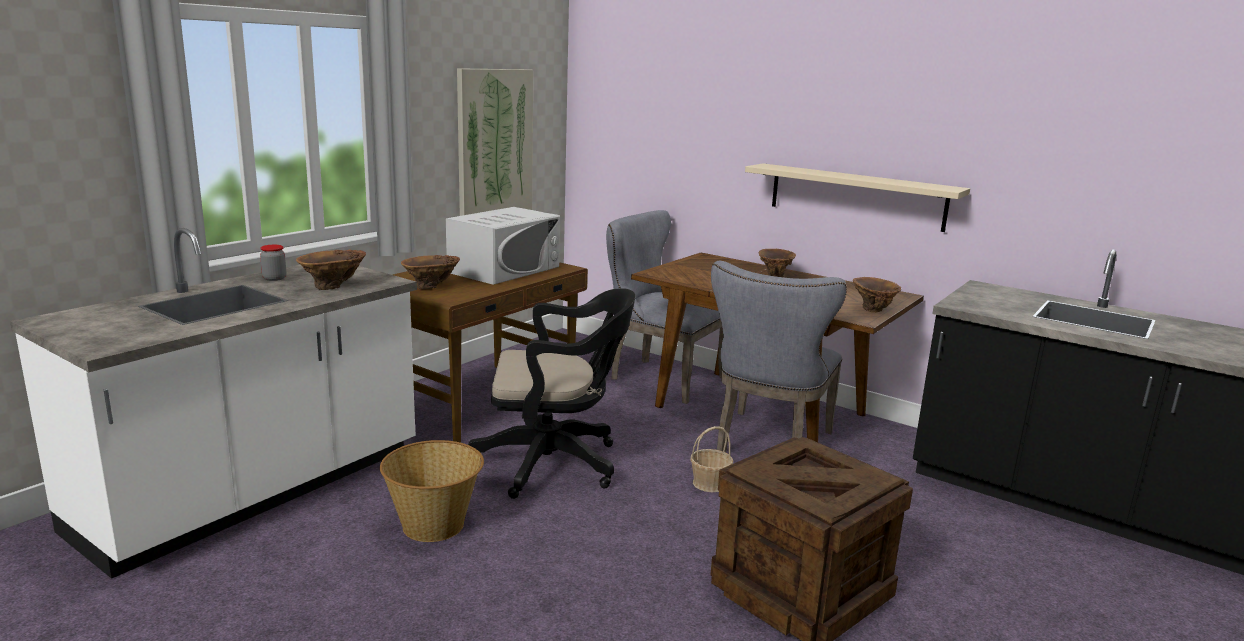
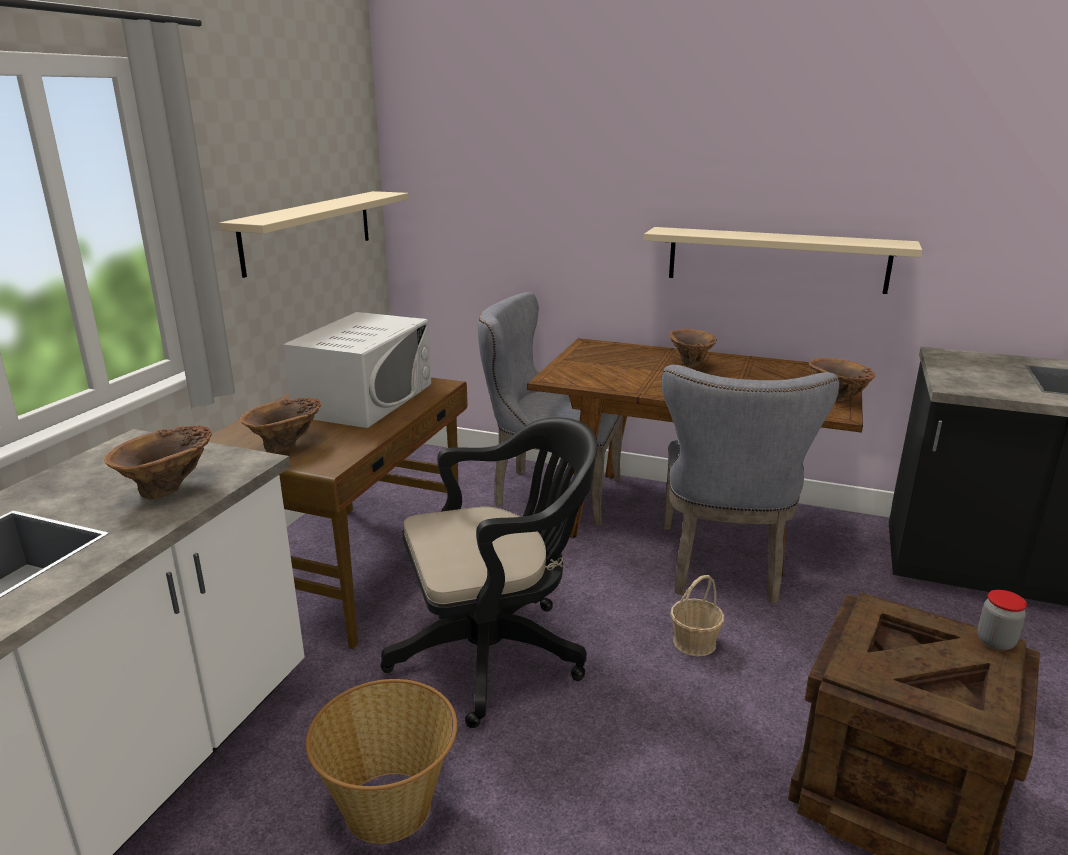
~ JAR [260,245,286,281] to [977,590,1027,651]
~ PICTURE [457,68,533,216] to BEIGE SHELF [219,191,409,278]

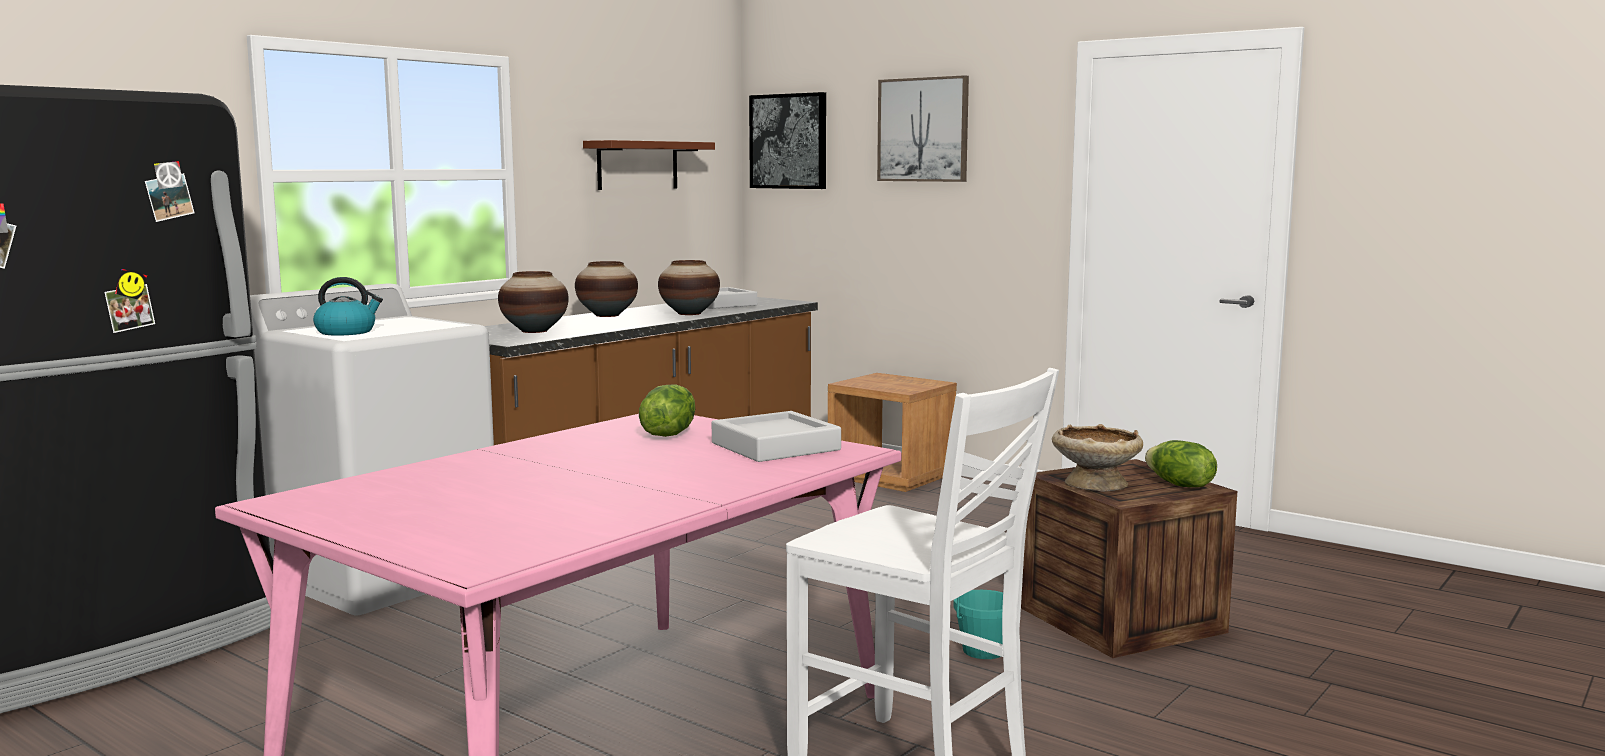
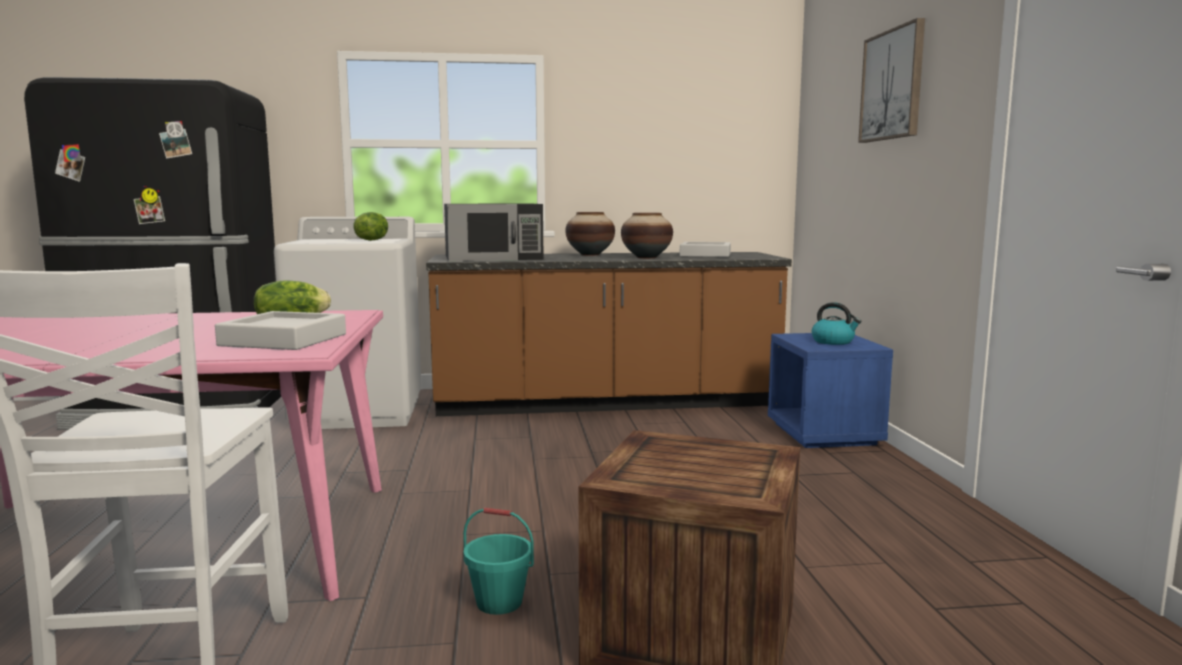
- BROWN SHELF [583,140,715,190]
- PICTURE [749,92,826,189]
- BEIGE BOWL [1052,424,1143,492]
~ KETTLE [313,277,383,336] to [812,302,861,345]
~ LETTUCE [1145,440,1217,487] to [354,212,388,241]
~ VASE [498,271,569,333] to BLACK MICROWAVE [444,204,544,262]
~ BROWN NIGHTSTAND [828,373,957,492] to BLUE NIGHTSTAND [768,333,893,448]

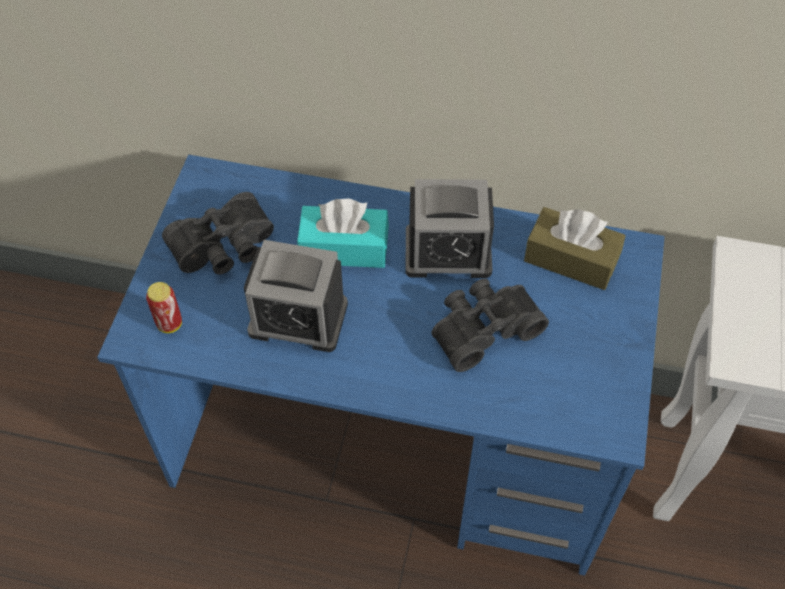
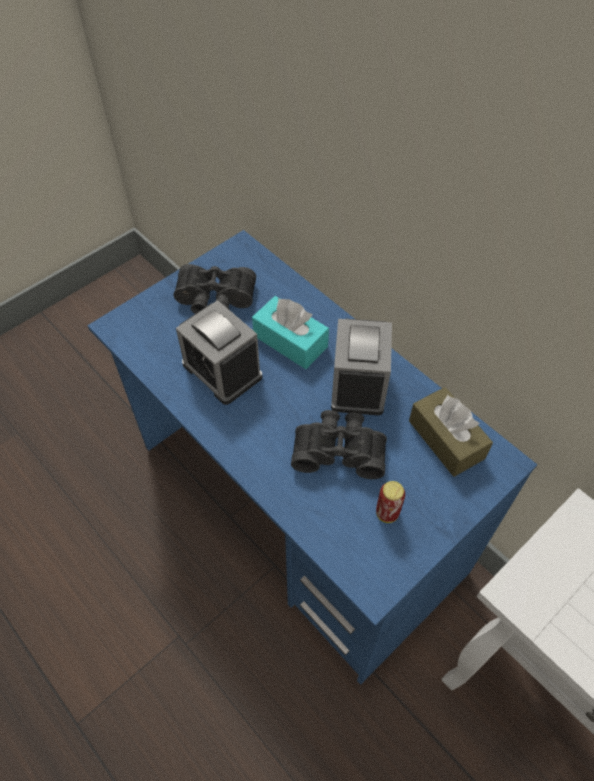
~ CAN [146,282,182,333] to [376,481,405,523]
~ ALARM CLOCK [406,179,494,278] = [331,319,392,416] 60 degrees clockwise

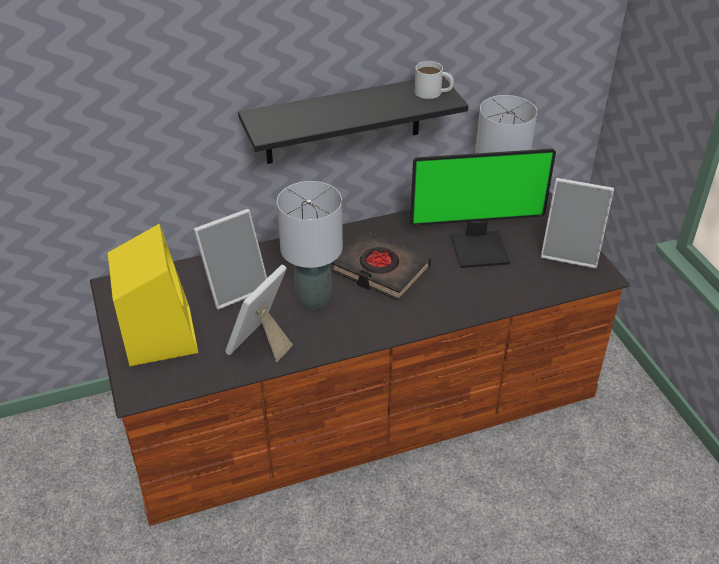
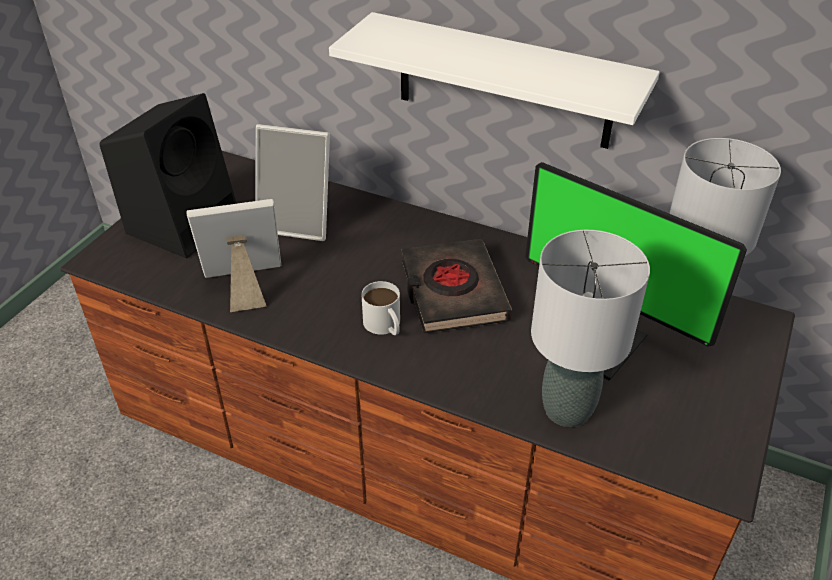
- PICTURE FRAME [541,178,614,269]
~ GREY TABLE LAMP [277,181,343,309] to [531,230,650,427]
~ WHITE MUG [414,61,454,99] to [361,281,400,335]
~ YELLOW SPEAKER [108,224,198,366] to BLACK SPEAKER [99,93,237,258]
~ BLACK SHELF [238,76,468,164] to WHITE SHELF [329,12,660,149]

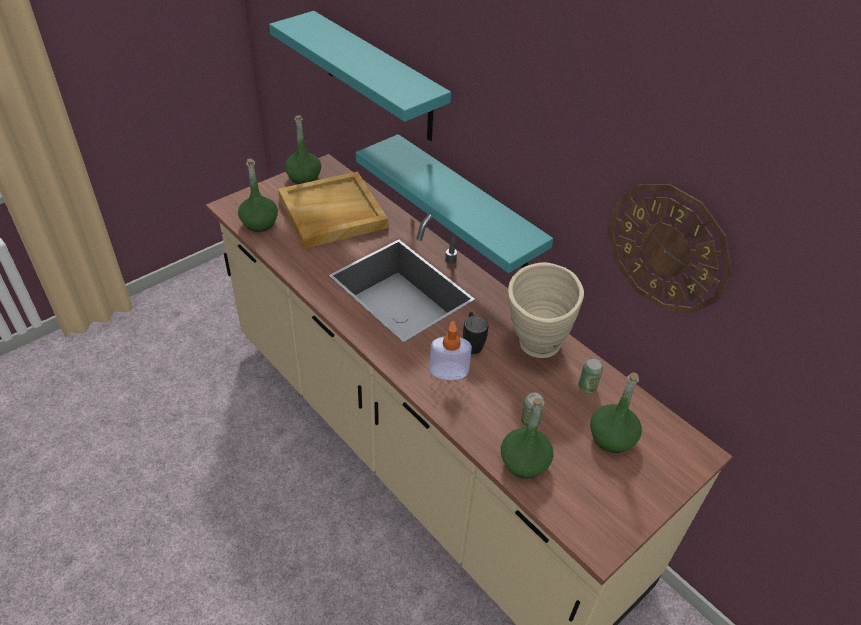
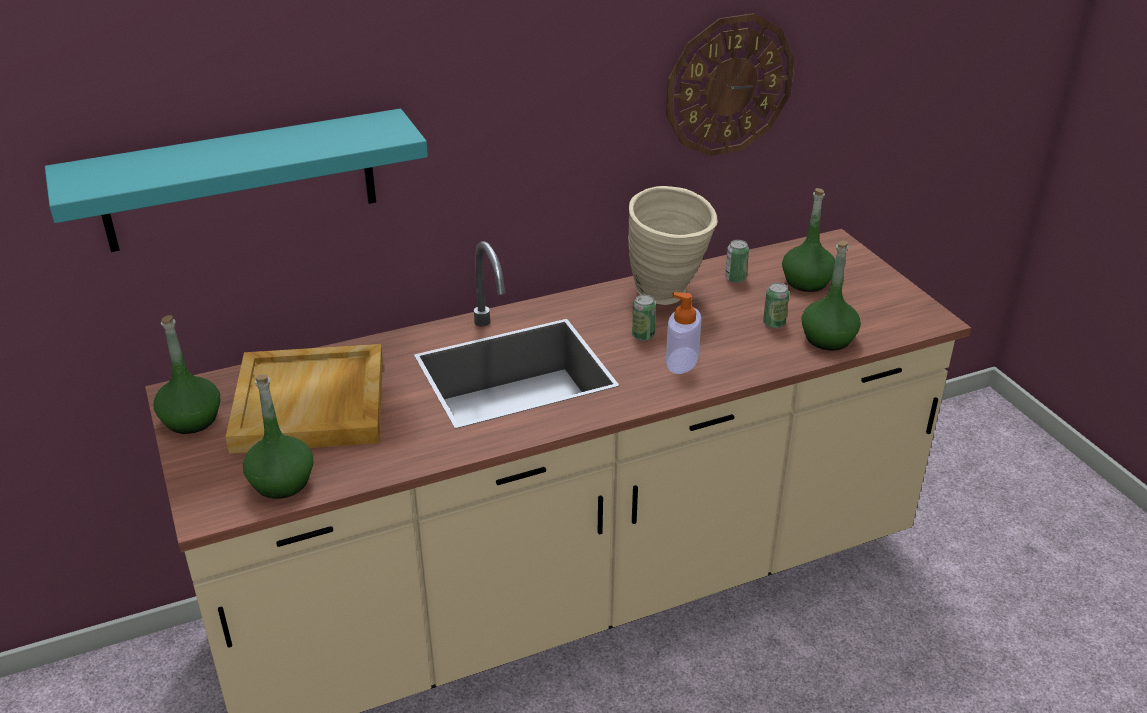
- TURQUOISE SHELF [356,134,554,273]
~ BLACK MUG [463,312,488,354] to CAN [632,295,656,341]

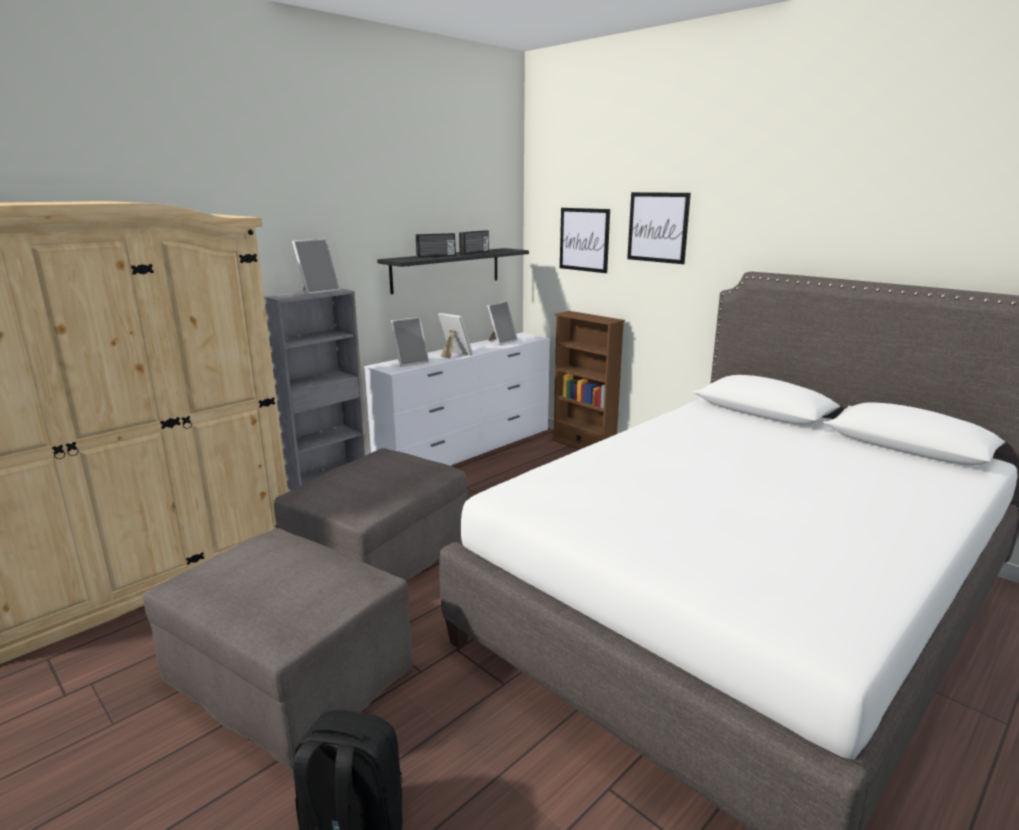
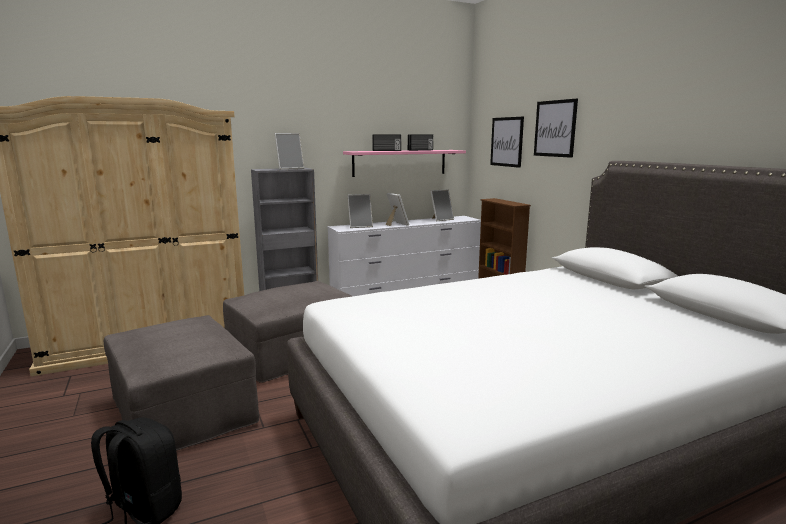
~ BLACK SHELF [377,248,529,294] to PINK SHELF [343,150,466,177]

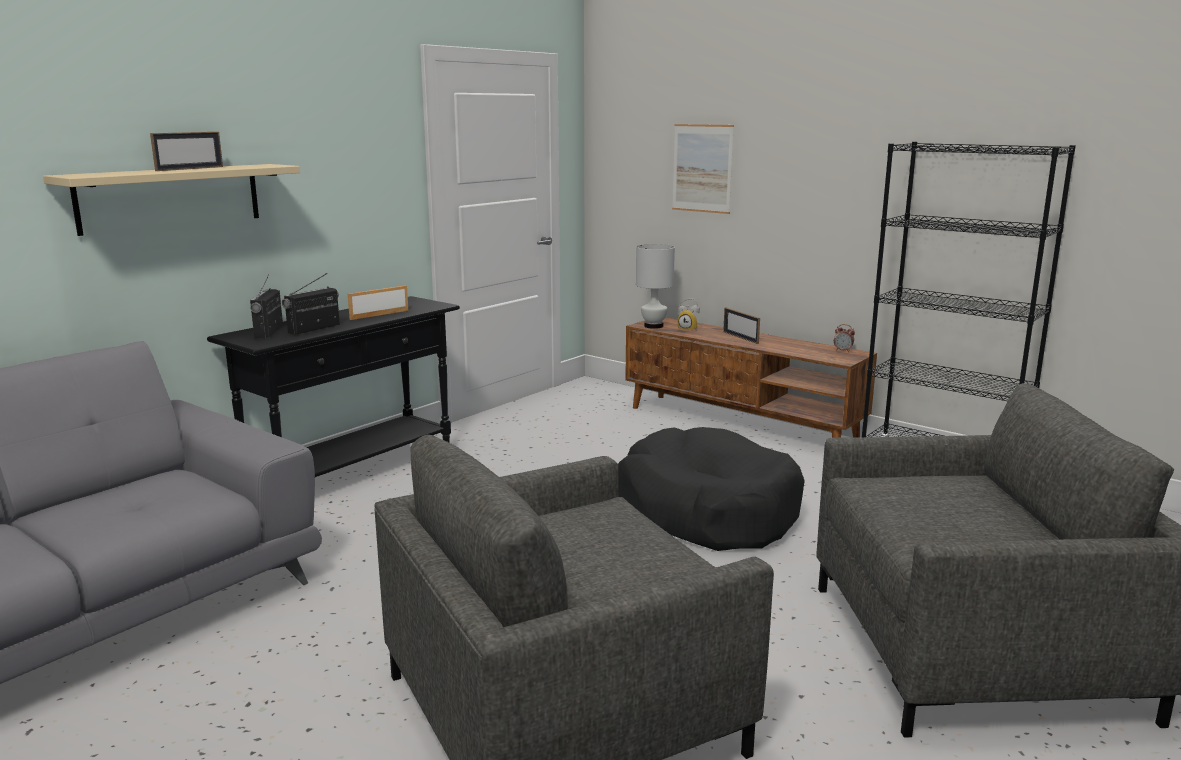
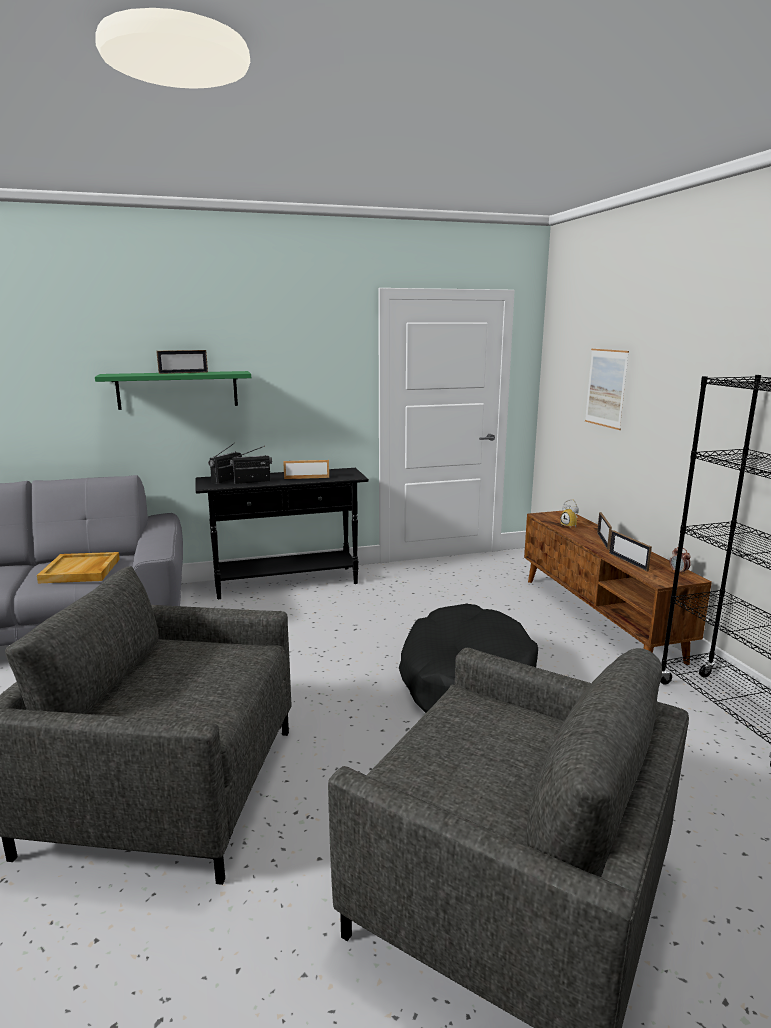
- WHITE TABLE LAMP [636,244,675,329]
+ BEIGE TRAY [37,552,120,583]
+ PICTURE FRAME [609,530,652,572]
~ BEIGE SHELF [43,164,300,236] to GREEN SHELF [95,371,251,410]

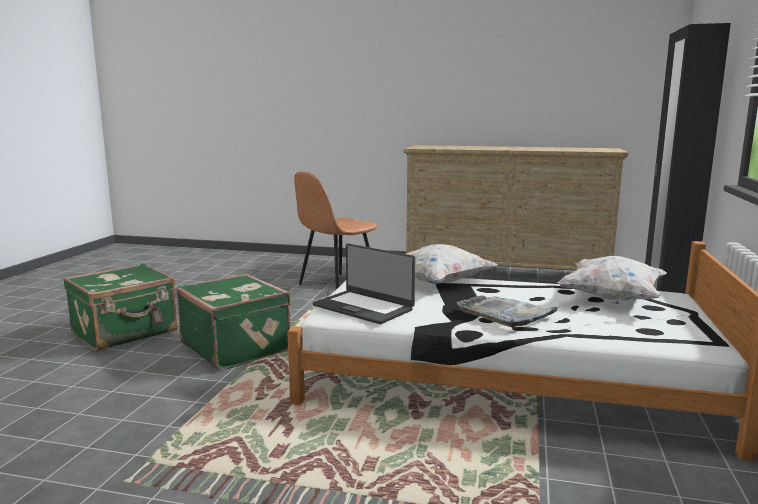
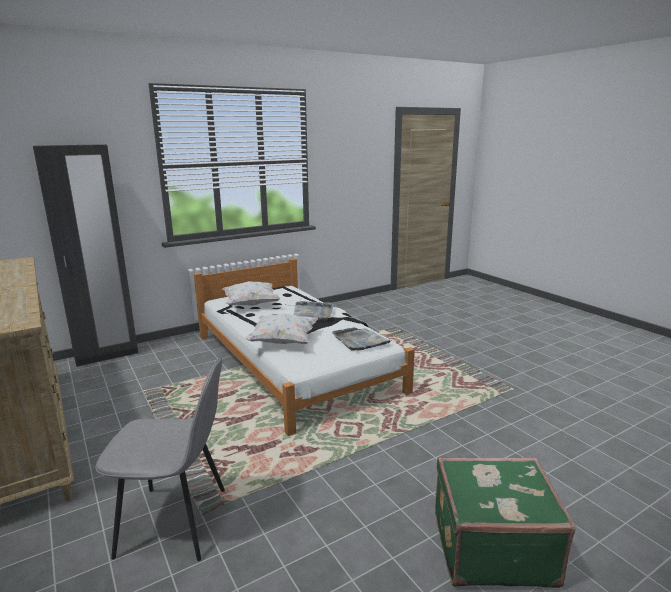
- GREEN SUITCASE [176,274,291,370]
~ LAPTOP [313,243,415,324] to GREY TRAY [332,327,392,351]
~ BROWN CHAIR [294,172,377,289] to GREY CHAIR [96,357,225,561]

